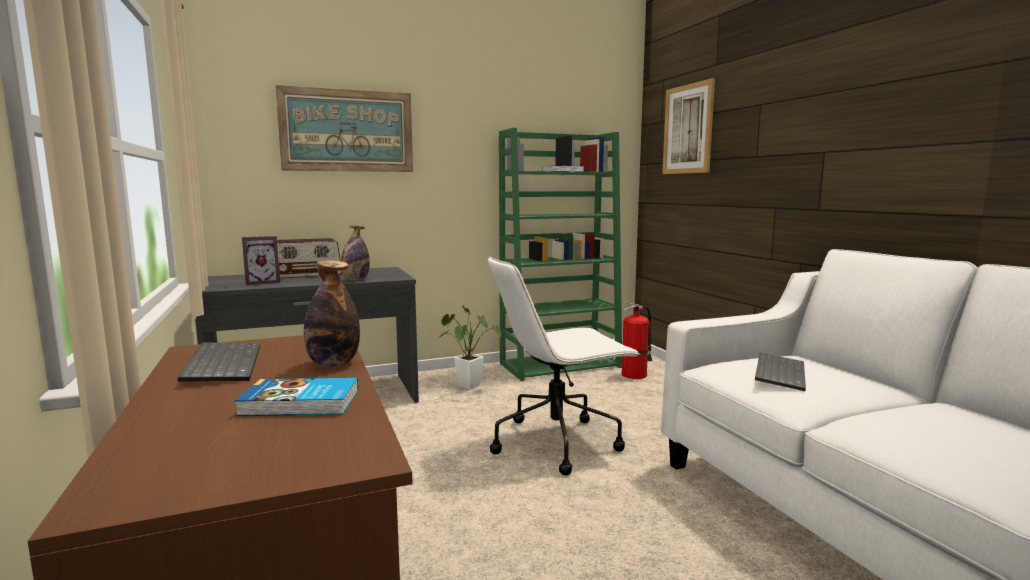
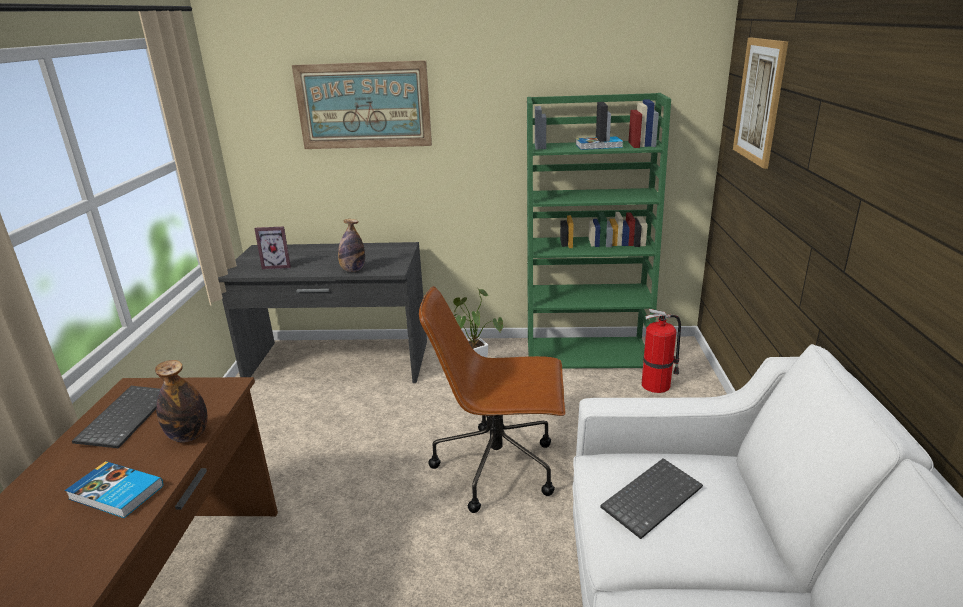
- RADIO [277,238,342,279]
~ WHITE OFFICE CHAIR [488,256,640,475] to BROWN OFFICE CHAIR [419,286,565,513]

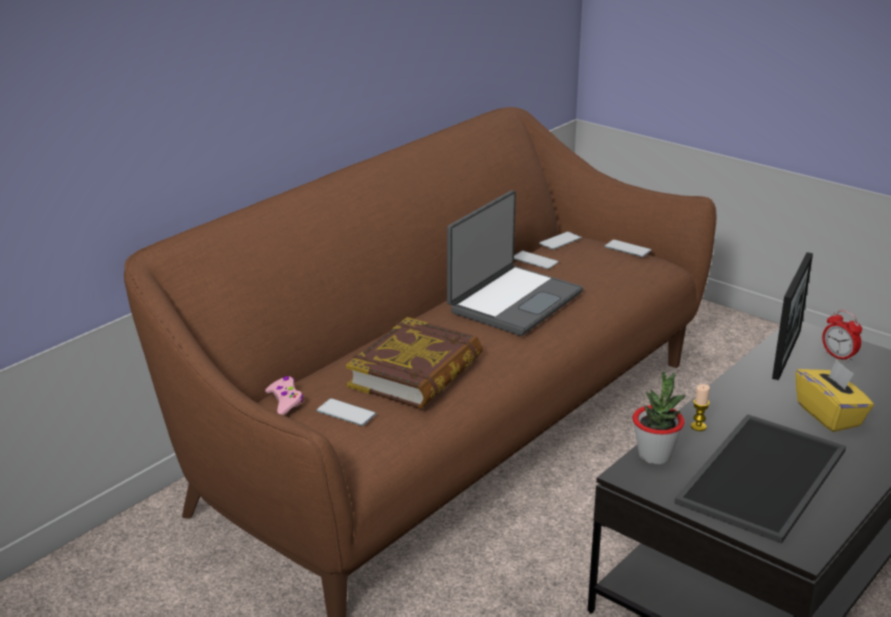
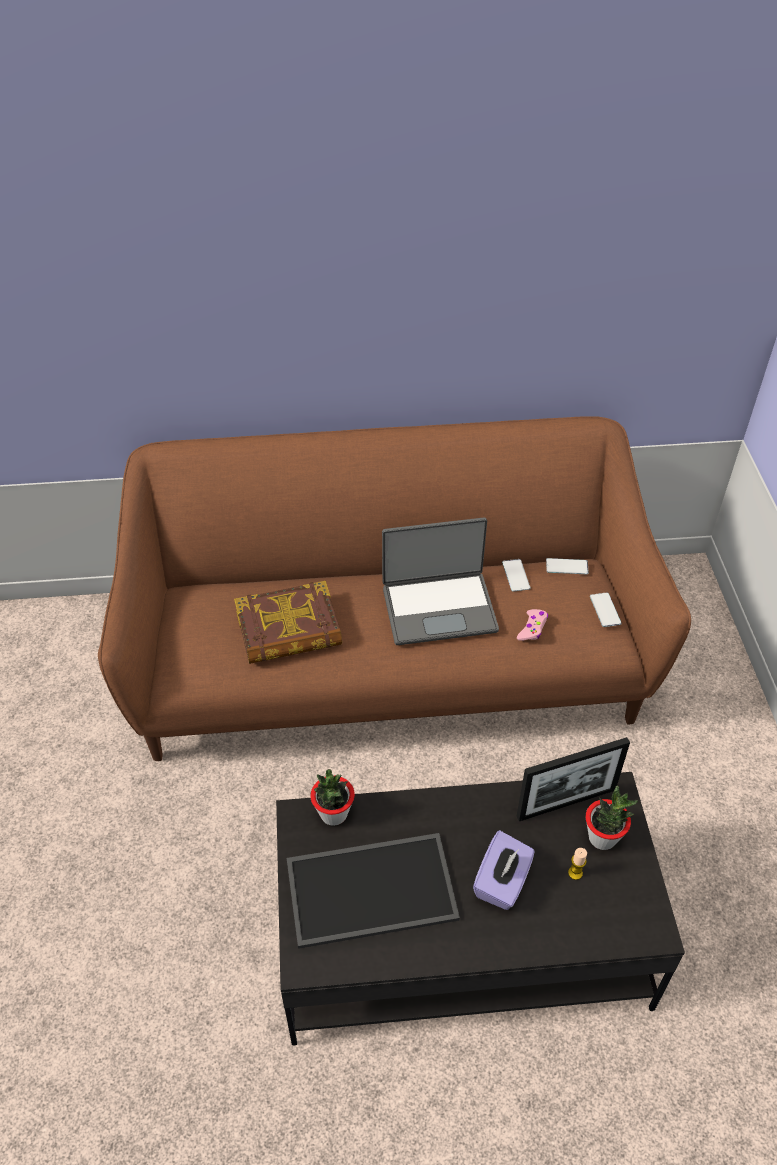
- PHONE [316,398,376,426]
~ PINK GAME CONTROLLER [265,376,303,415] to [517,609,548,641]
~ CANDLE [691,384,710,431] to [568,848,587,880]
~ ALARM CLOCK [822,310,862,363] to POTTED PLANT [586,786,638,850]
~ YELLOW TISSUE BOX [795,359,874,432] to PURPLE TISSUE BOX [473,830,535,910]

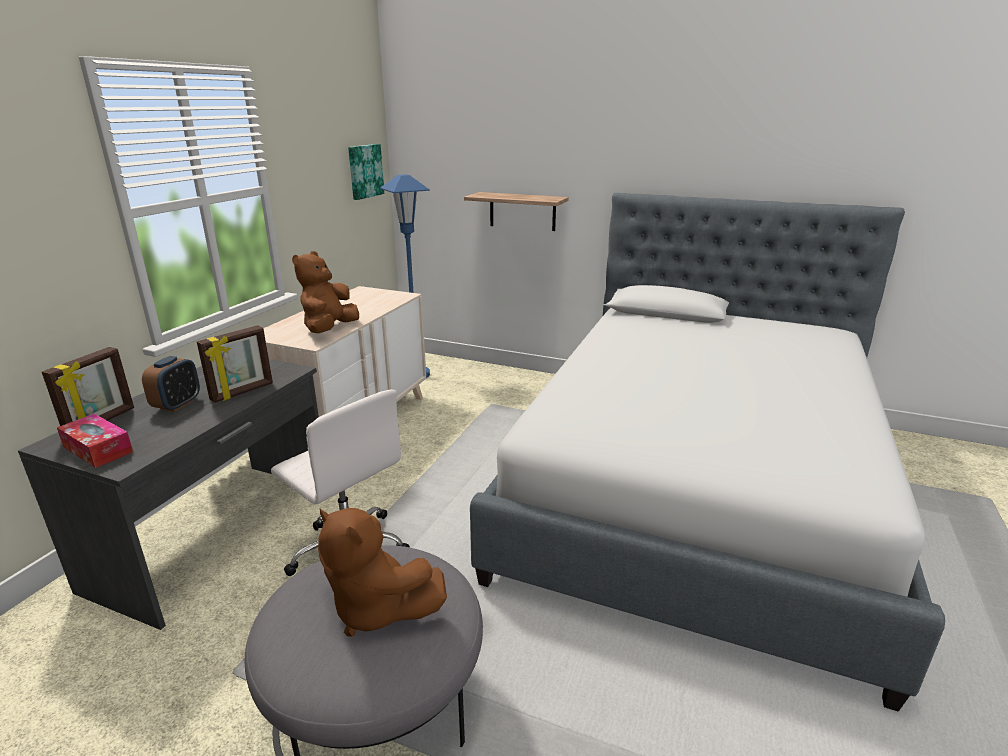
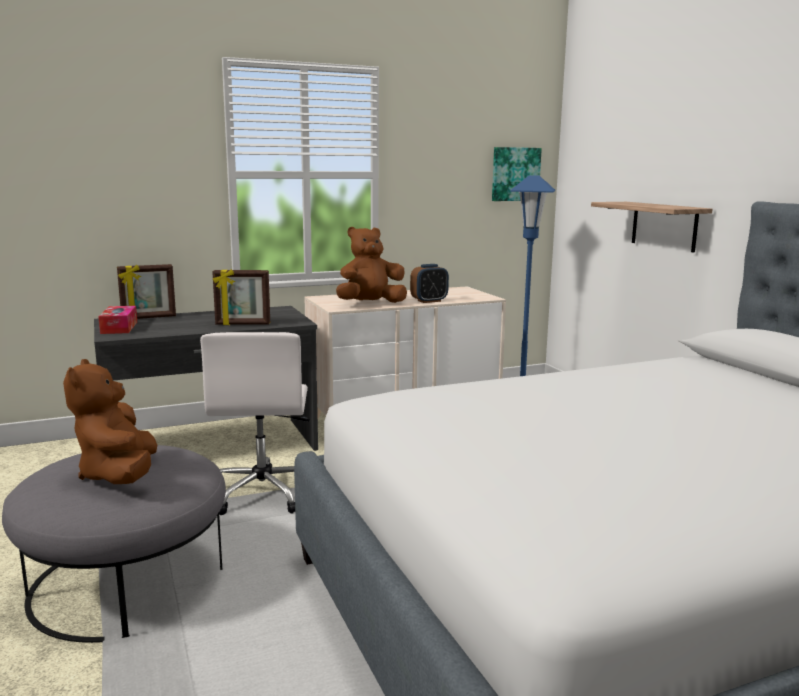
~ ALARM CLOCK [142,356,200,412] to [410,264,449,303]

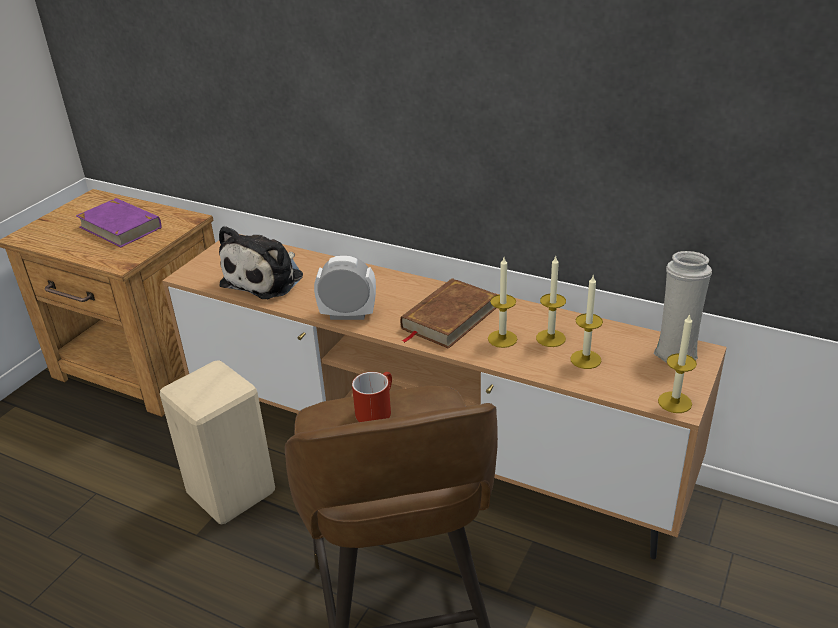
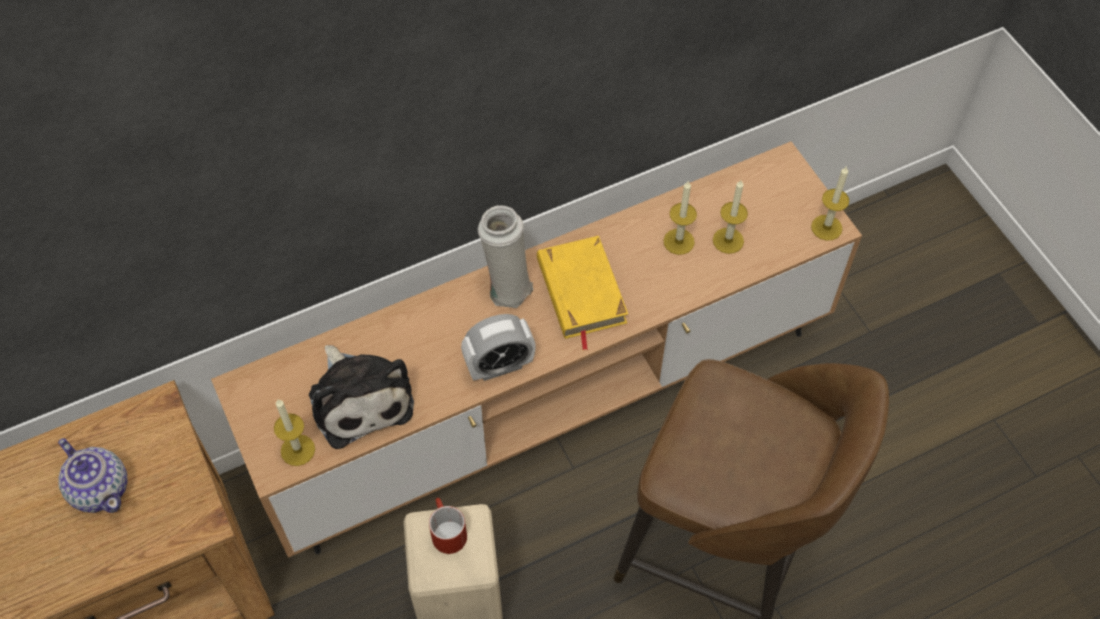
~ RED MUG [352,372,392,422] to [429,498,467,554]
~ CANDLE [488,257,517,348] to [274,399,315,466]
~ WHITE VASE [653,251,712,363] to [478,206,533,308]
~ PURPLE BOOK [76,198,162,247] to TEAPOT [58,438,128,513]
~ BROWN BOOK [400,278,498,349] to YELLOW BOOK [537,236,628,350]
~ ALARM CLOCK [314,255,376,320] = [461,314,536,381] 150 degrees counterclockwise

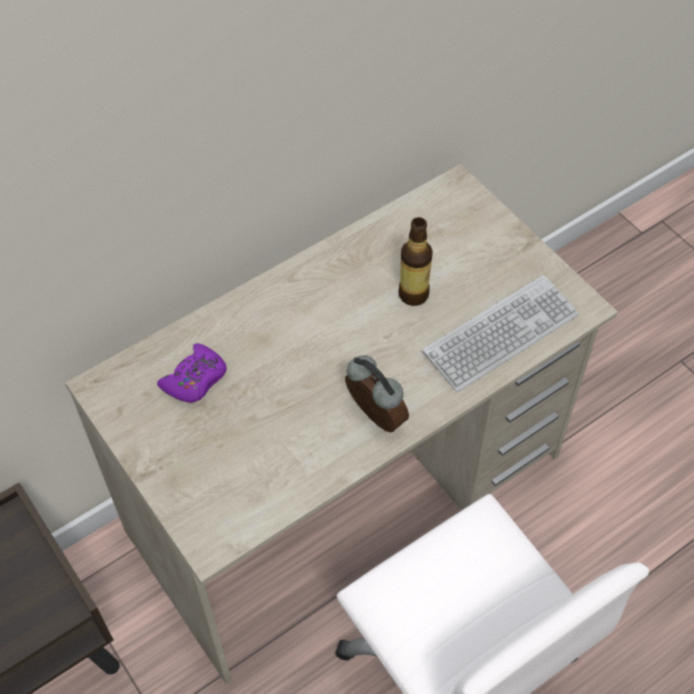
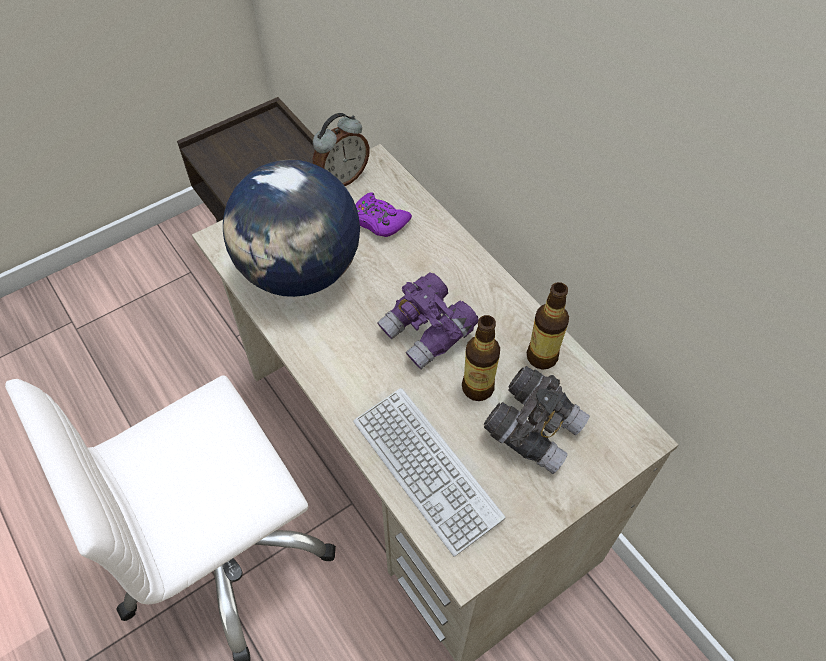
+ GLOBE [223,160,360,297]
+ PURPLE BINOCULARS [377,272,478,370]
+ GREY BINOCULARS [484,366,590,474]
+ BOTTLE [527,282,569,370]
~ ALARM CLOCK [345,356,409,433] to [312,113,369,186]

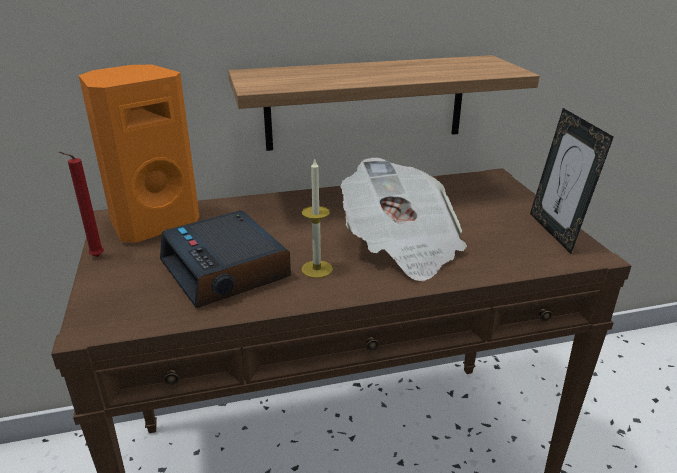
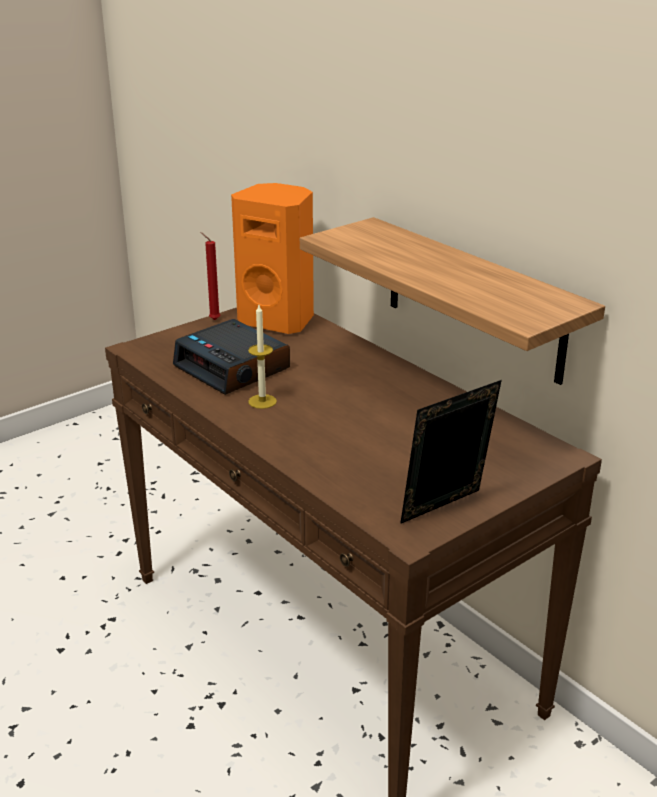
- NEWSPAPER [341,158,467,282]
~ ALARM CLOCK [160,210,291,308] = [173,319,290,395] 75 degrees counterclockwise

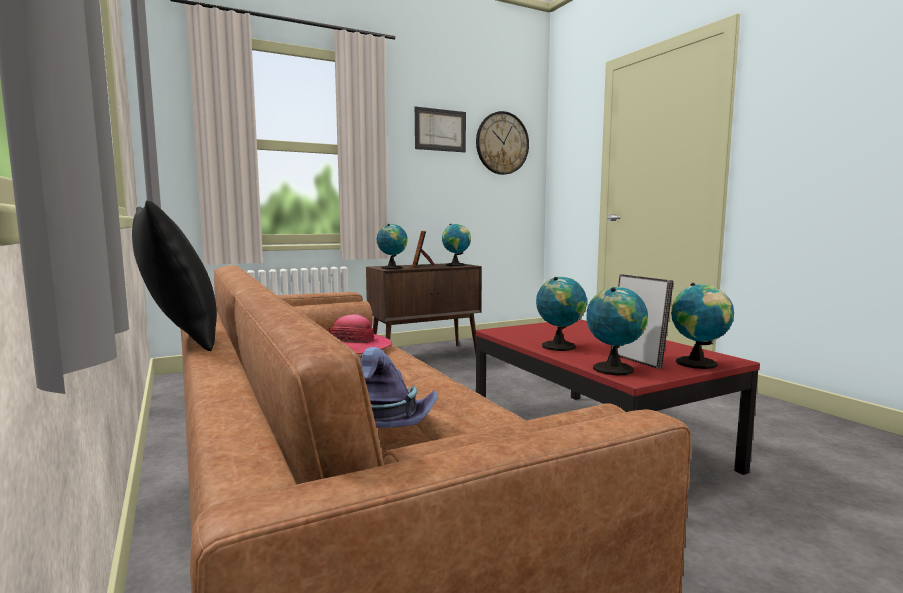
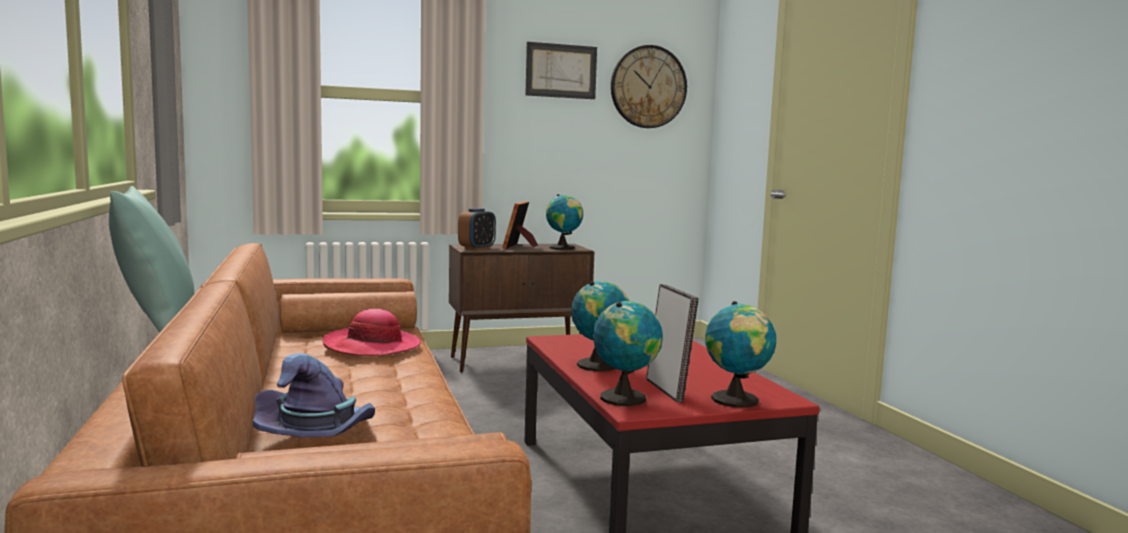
~ GLOBE [377,224,408,269] to ALARM CLOCK [458,208,496,250]
~ BLACK PILLOW [132,201,217,351] to TURQUOISE PILLOW [109,186,194,333]

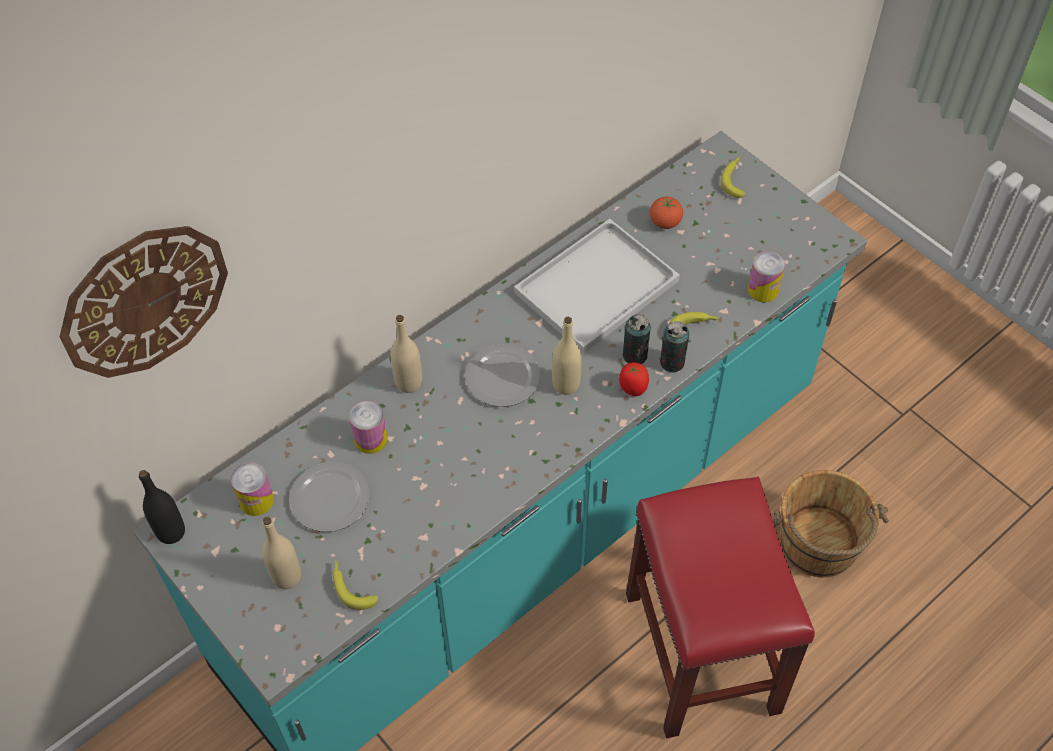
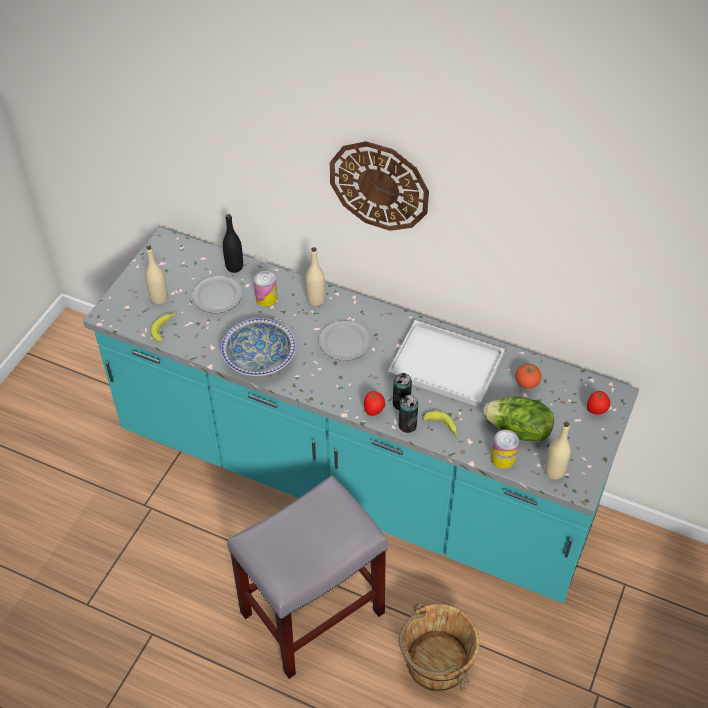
- CAN [231,462,274,516]
+ BOWL [221,318,296,376]
+ LETTUCE [483,397,554,442]
~ WALL CLOCK [60,226,228,378] to [330,141,429,231]
~ BLACK BOTTLE [139,470,185,544] to [223,214,243,273]
~ BEIGE BOTTLE [552,317,582,395] to [544,422,571,480]
~ BANANA [721,156,746,198] to TOMATO [587,390,610,414]
~ RED STOOL [626,477,815,739] to GREY STOOL [227,475,388,679]

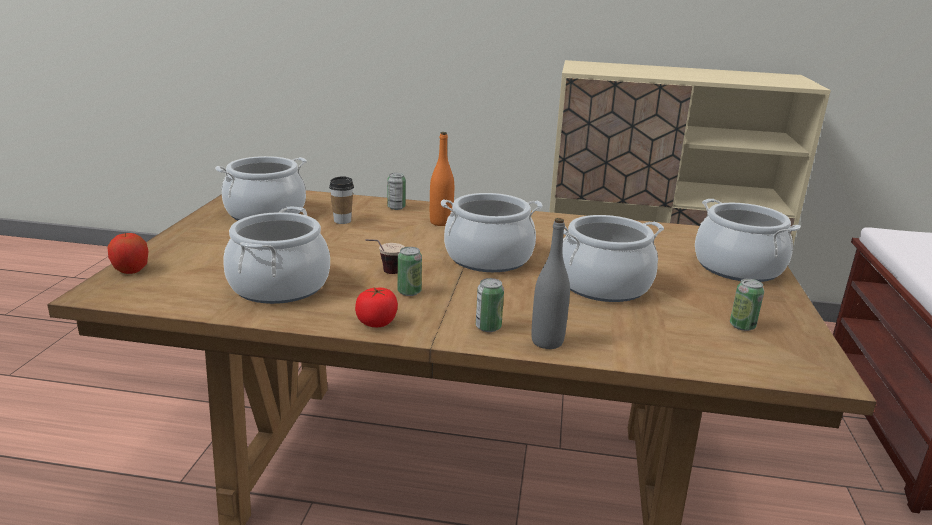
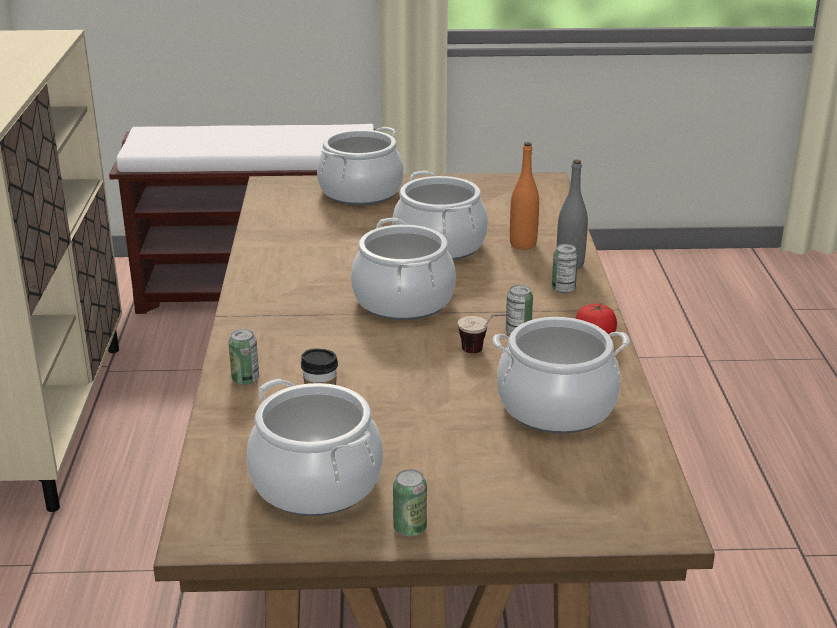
- APPLE [108,233,149,274]
~ ORANGE BOTTLE [430,132,454,226] to [510,142,539,250]
~ CAN [730,279,764,331] to [393,469,427,536]

